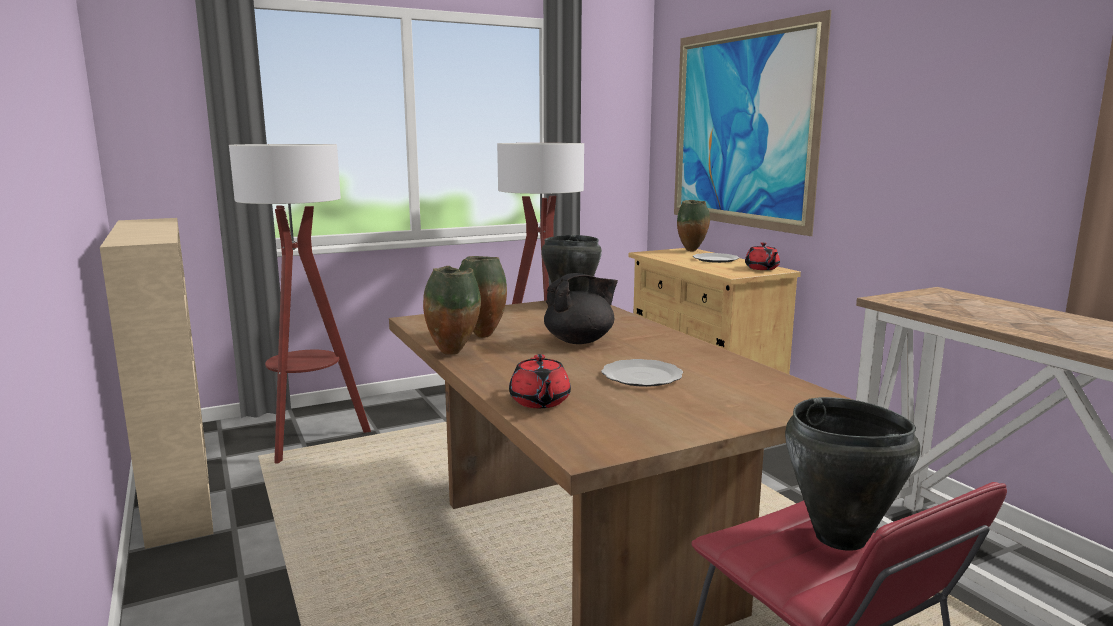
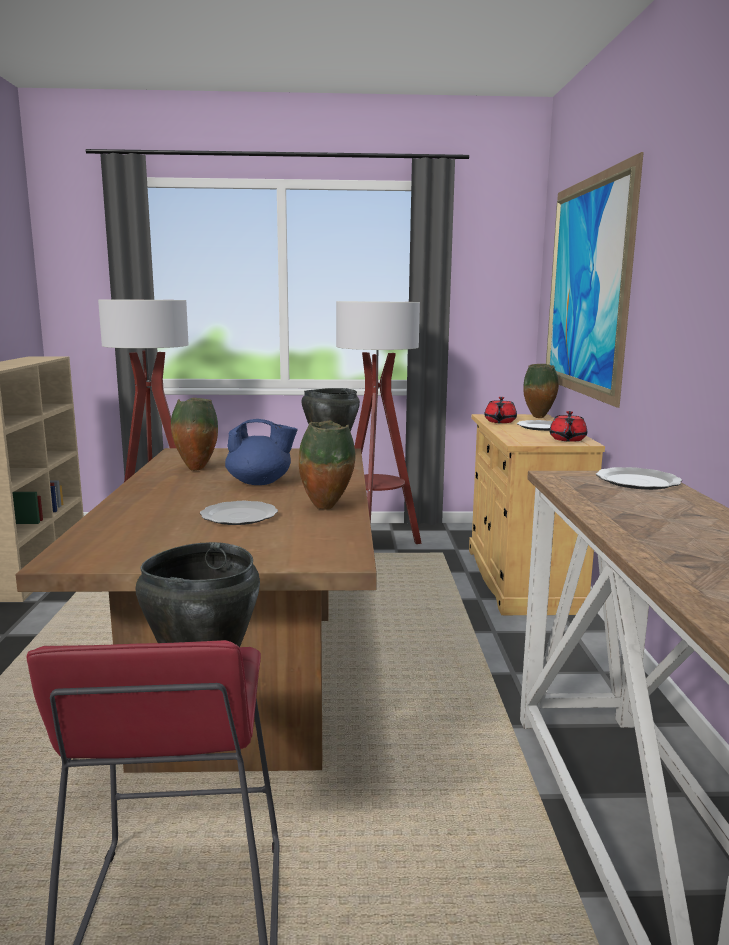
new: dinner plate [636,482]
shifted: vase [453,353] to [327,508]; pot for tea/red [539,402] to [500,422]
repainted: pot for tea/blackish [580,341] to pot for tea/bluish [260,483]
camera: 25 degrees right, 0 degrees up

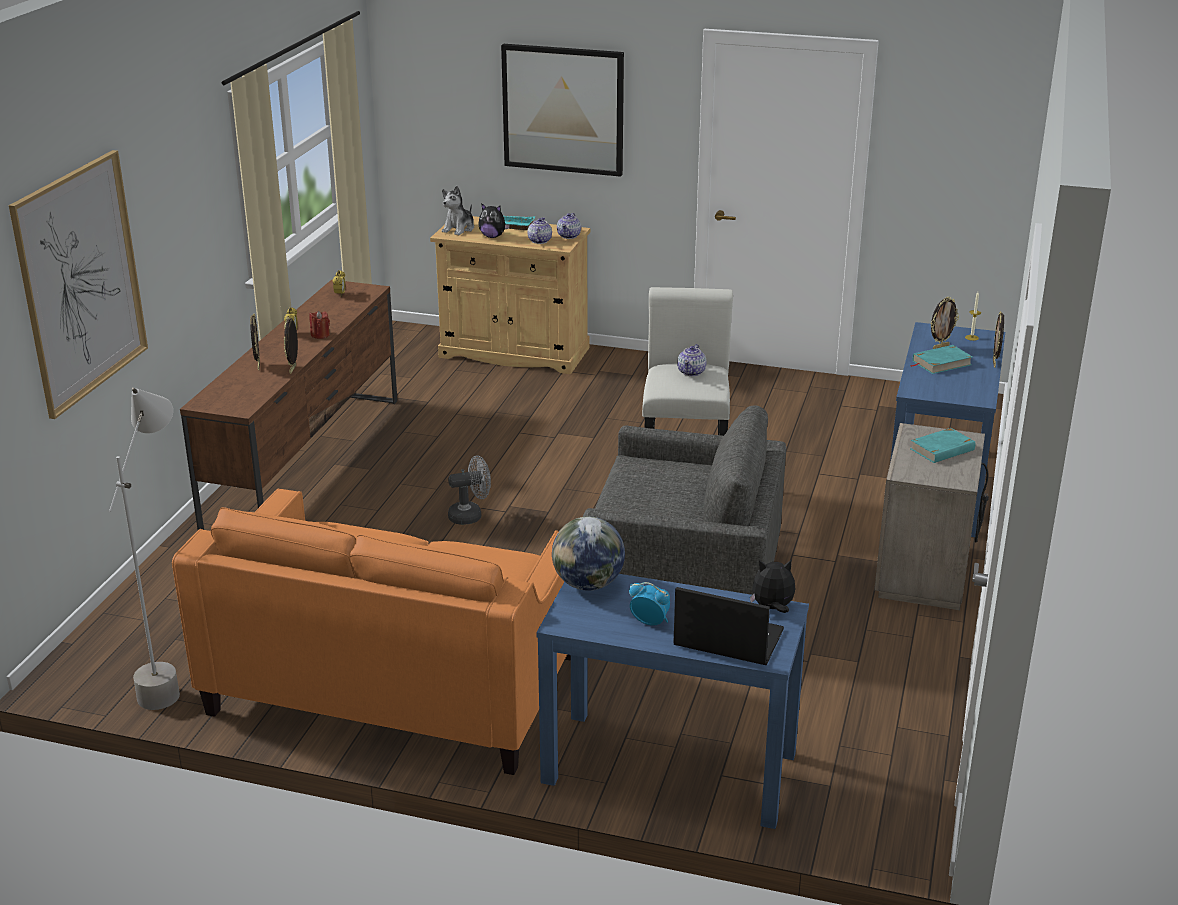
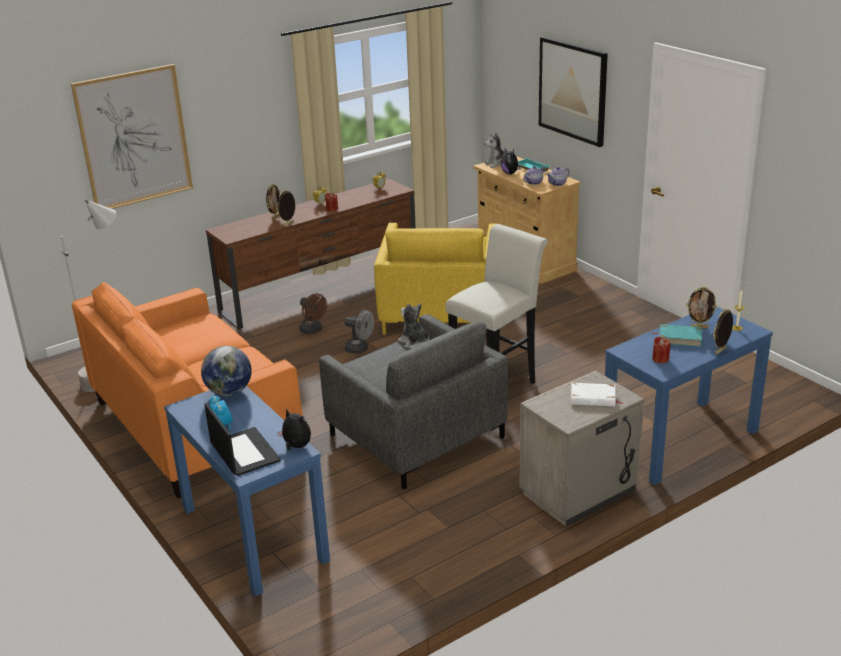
gone: pot for tea [691,372]
new: lounge chair/yellowish [440,311]; electric fan/brown-coloured [313,330]; plush toy [414,342]; wax light/red [660,359]
repainted: bound book/blue-green [942,449] to bound book/whitish [593,398]
camera: 40 degrees right, 0 degrees up

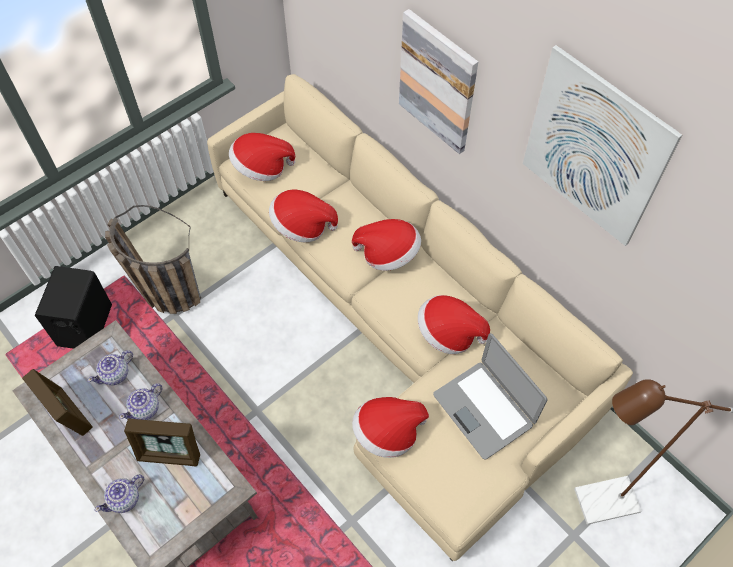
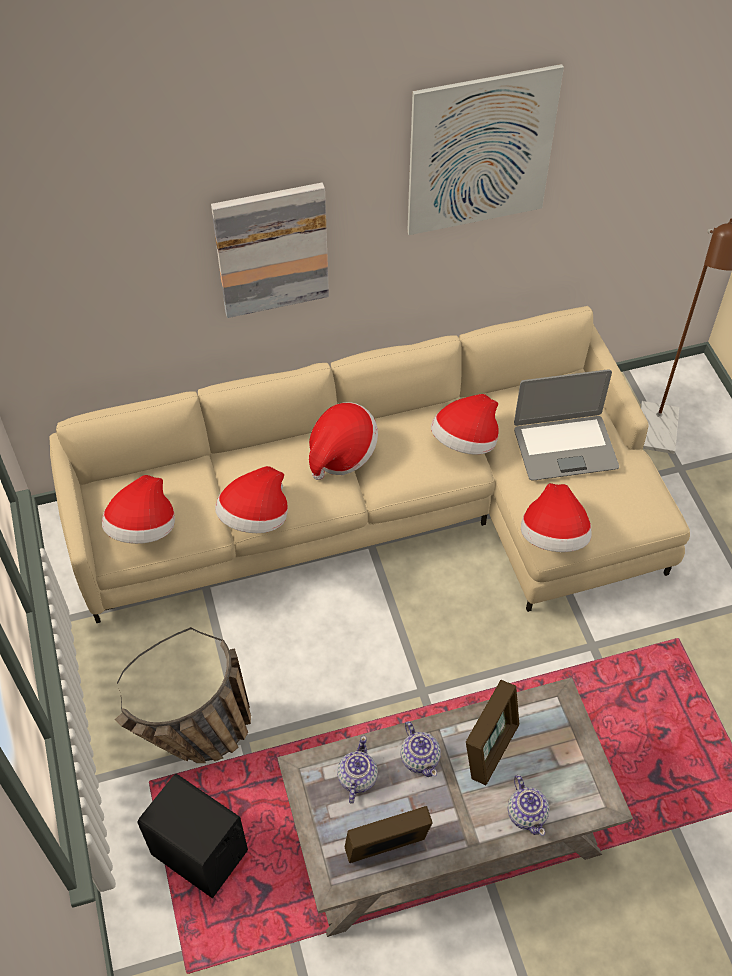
rotated: pot for tea [115,374] = [357,778] 150 degrees counterclockwise
camera: 65 degrees left, 5 degrees down

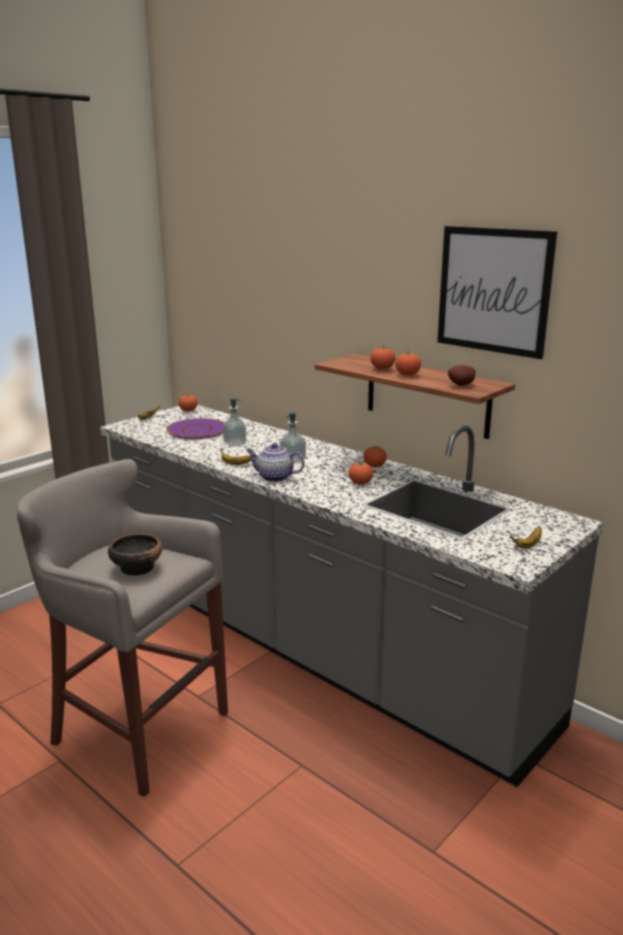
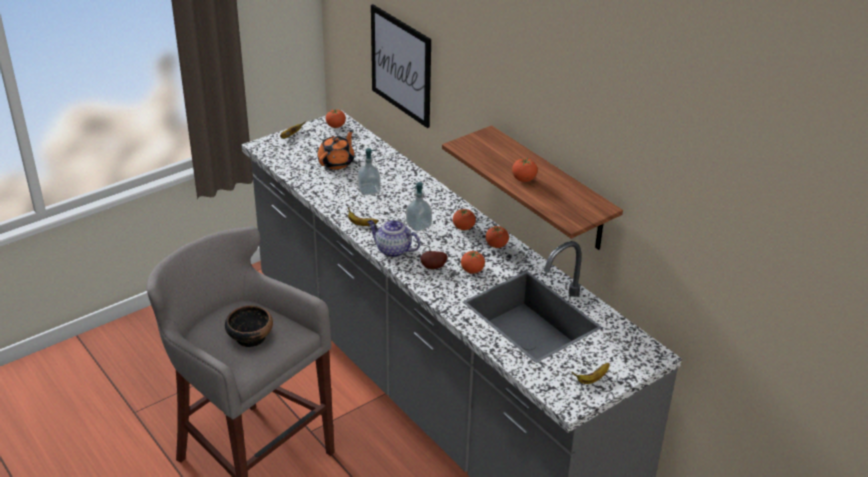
shifted: wall art [493,290] to [401,65]; tomato [382,369] to [463,228]; whole potato [462,385] to [434,268]
swapped: dinner plate/purple [197,430] to pot for tea/orangey [337,162]
camera: 10 degrees right, 15 degrees up

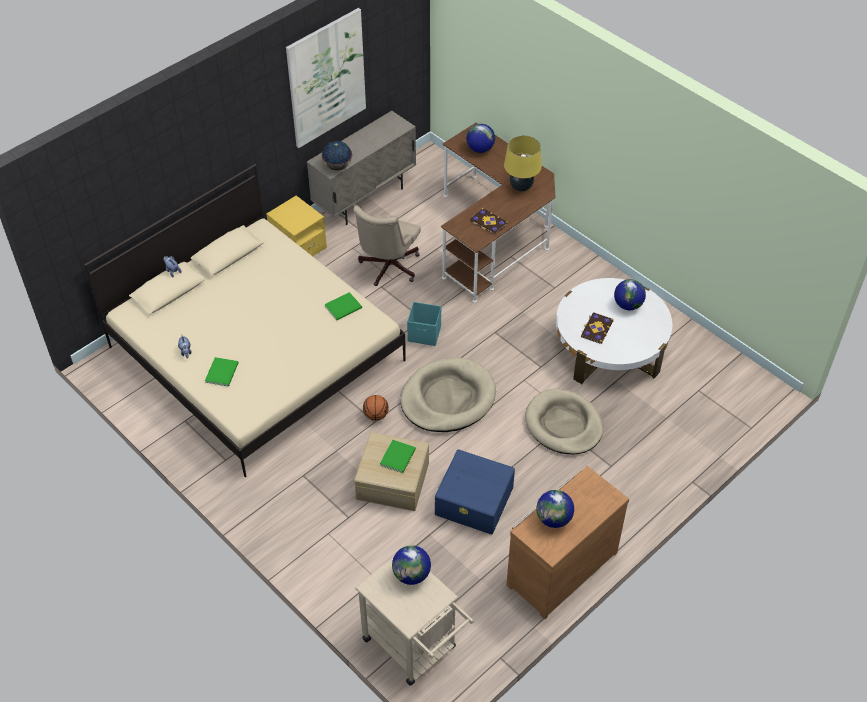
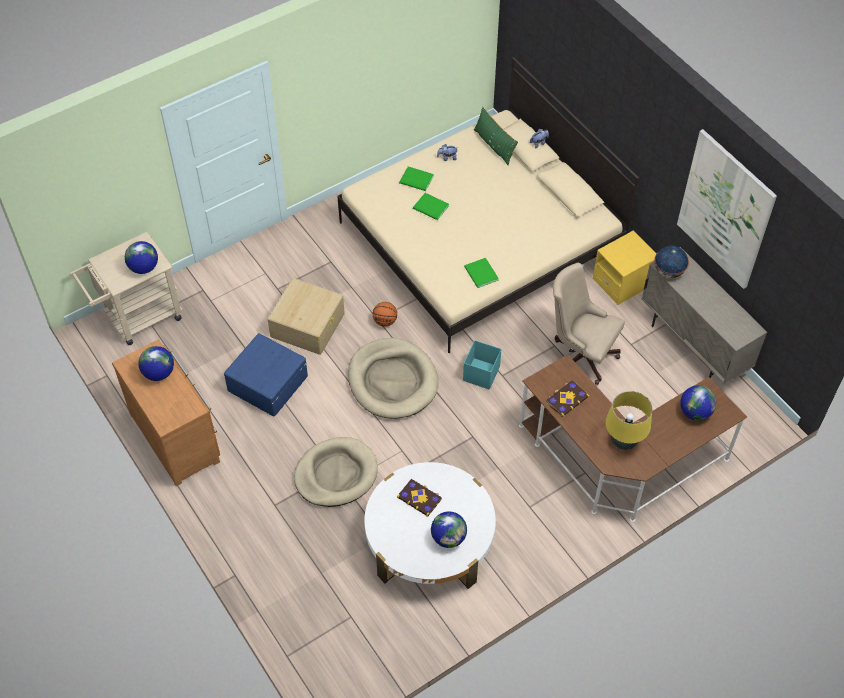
new: cushion/green-coloured [494,145]
shifted: bound book/green-coloured [399,456] to [431,208]
camera: 100 degrees right, 5 degrees up

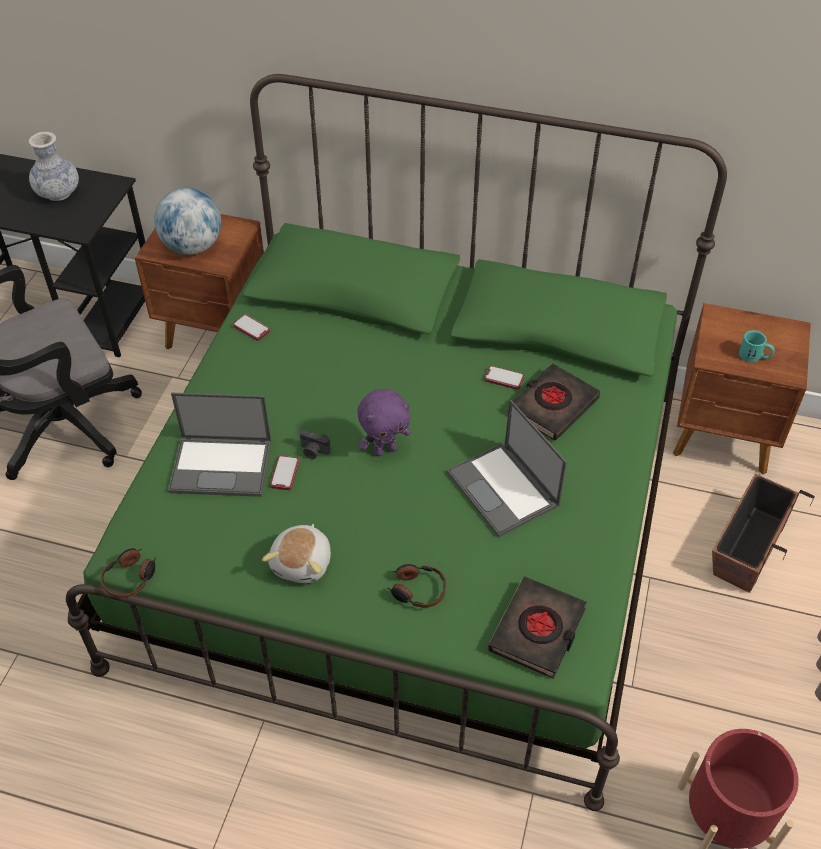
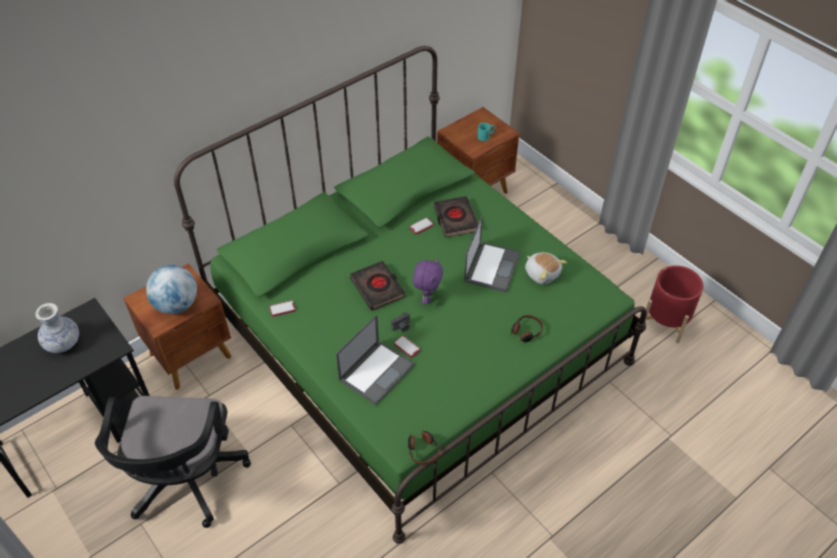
gone: plant pot [748,547]
shifted: plush toy [303,563] to [542,273]; bound book/blackish [538,631] to [377,288]
rotated: portable computer [504,489] = [492,266] 75 degrees counterclockwise
camera: 55 degrees left, 0 degrees up

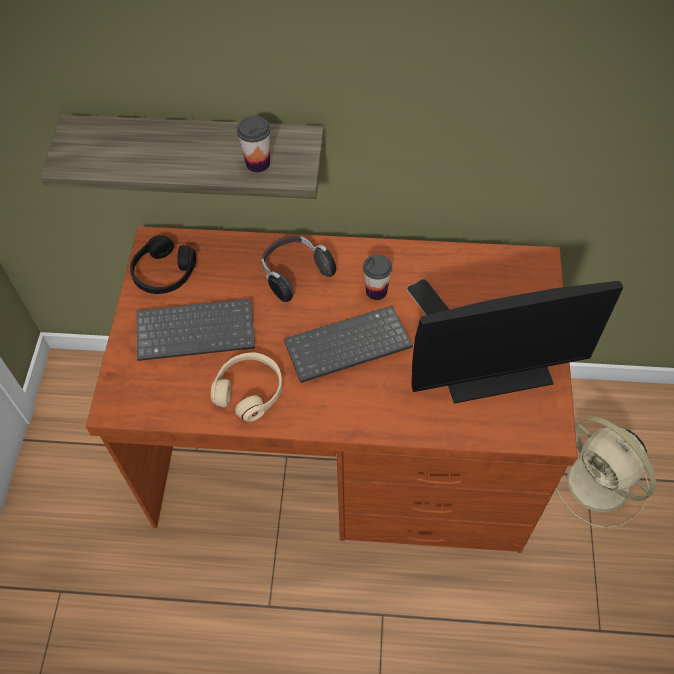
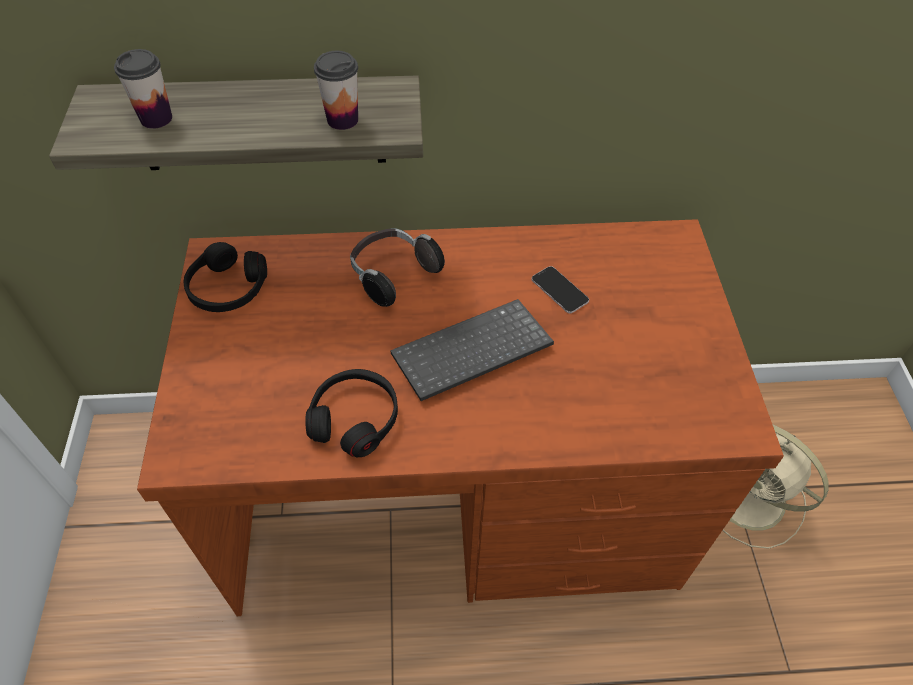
gone: computer screen [496,374]; computer keyboard [197,329]
shifted: drinking cup [376,291] to [156,118]
repainted: headphones/sand-coloured [249,390] to headphones/blackish [355,418]
camera: 10 degrees left, 5 degrees down

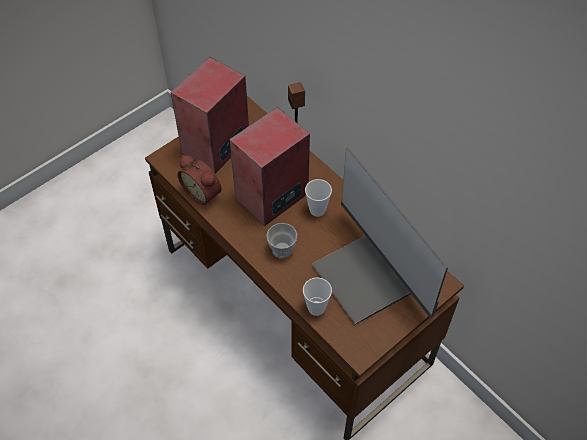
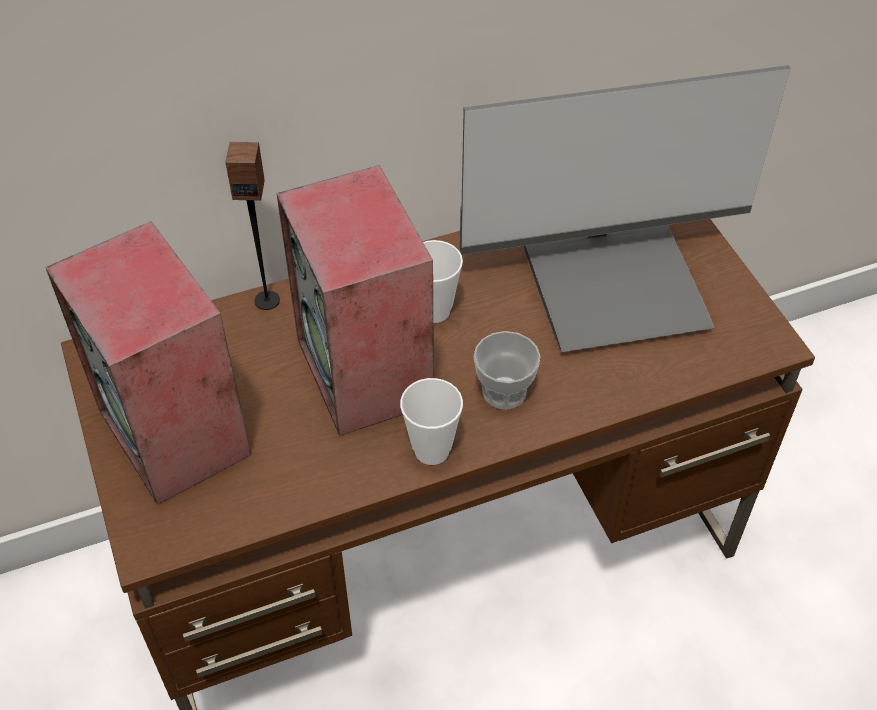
gone: table clock [203,192]
shifted: drinking cup [316,308] to [431,450]
camera: 70 degrees left, 5 degrees down

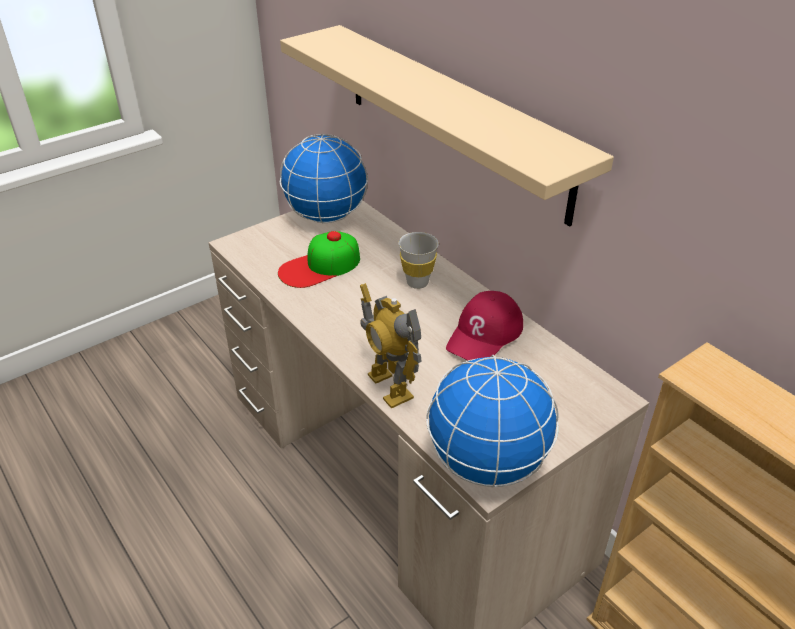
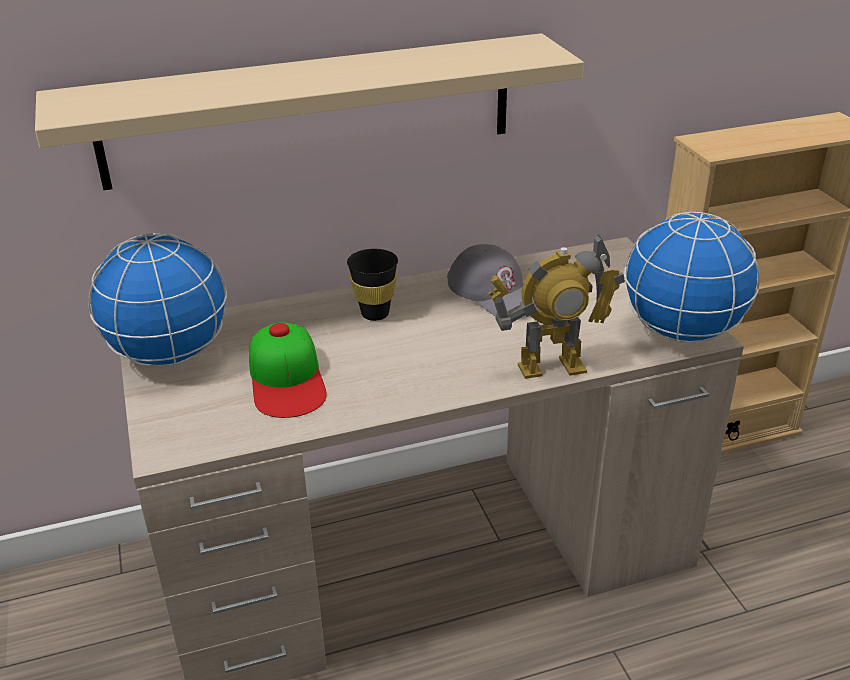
repainted: drinking cup/whitish [417,282] to drinking cup/blackish [375,314]; baseball cap/red [485,334] to baseball cap/greyish [493,292]
camera: 70 degrees left, 5 degrees down

